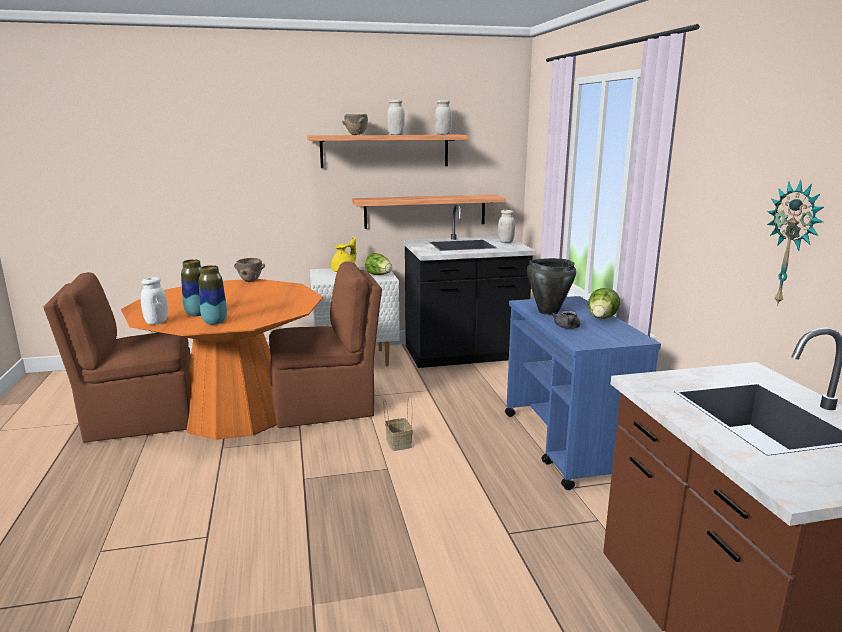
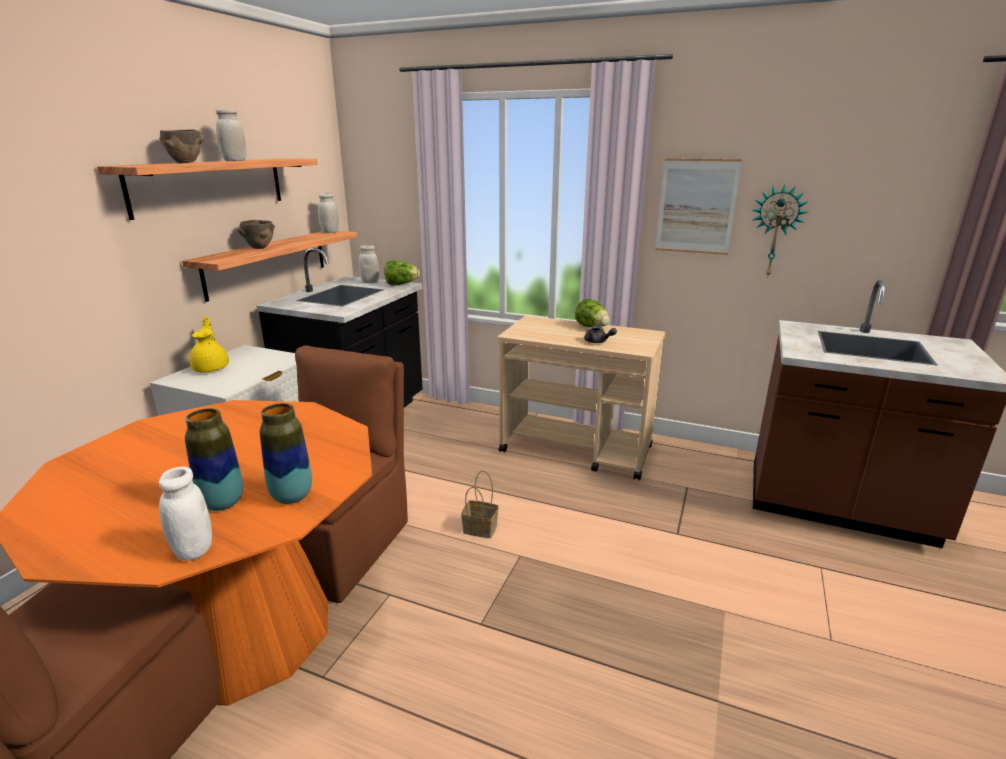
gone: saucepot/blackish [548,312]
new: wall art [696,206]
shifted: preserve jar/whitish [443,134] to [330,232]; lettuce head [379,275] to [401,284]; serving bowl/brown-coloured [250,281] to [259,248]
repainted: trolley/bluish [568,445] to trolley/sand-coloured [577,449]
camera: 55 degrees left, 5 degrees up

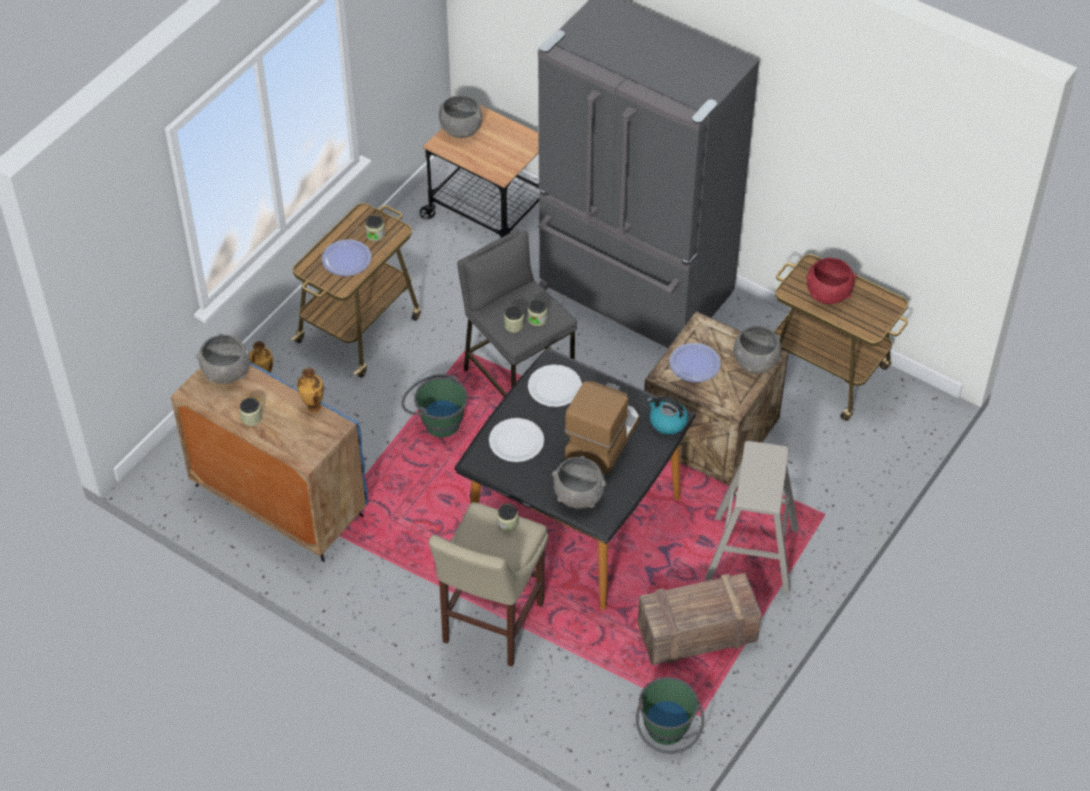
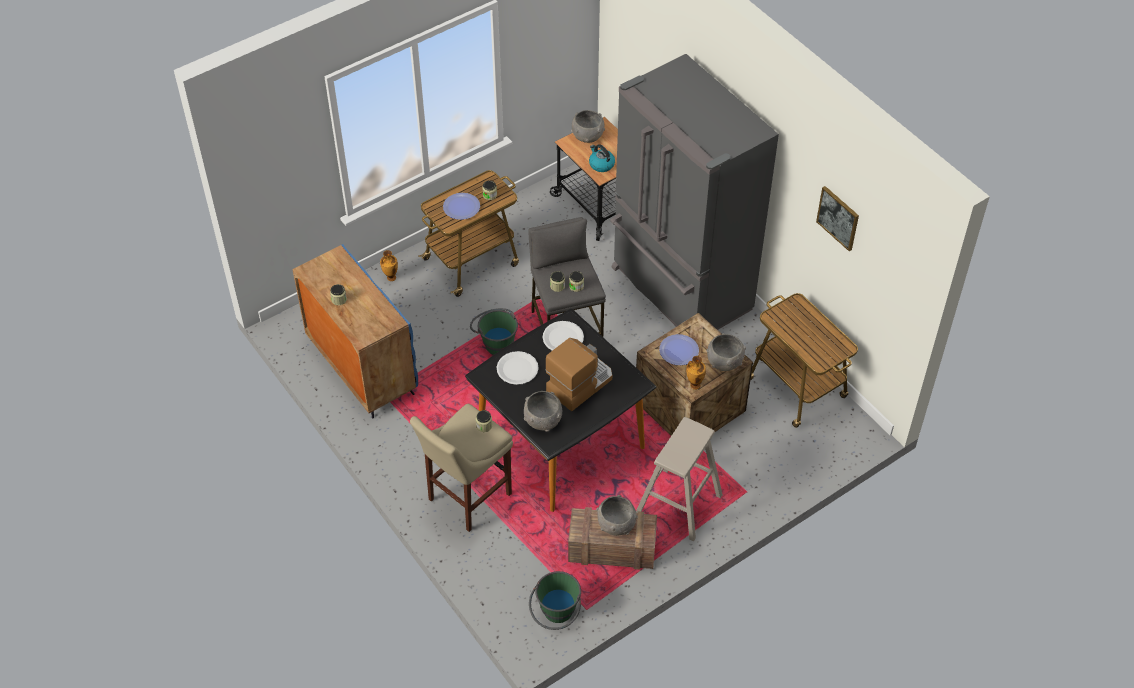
gone: serving bowl/red [828,294]
new: wall art [838,217]
shifted: serving bowl/greyish [226,373] to [616,525]; vase [313,407] to [694,385]; tea kettle [667,422] to [601,164]
camera: 20 degrees right, 0 degrees up

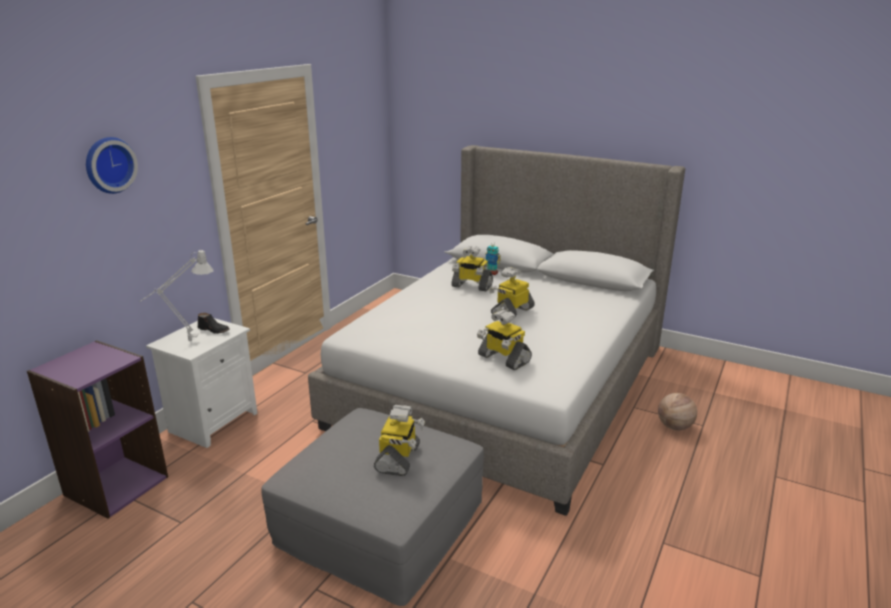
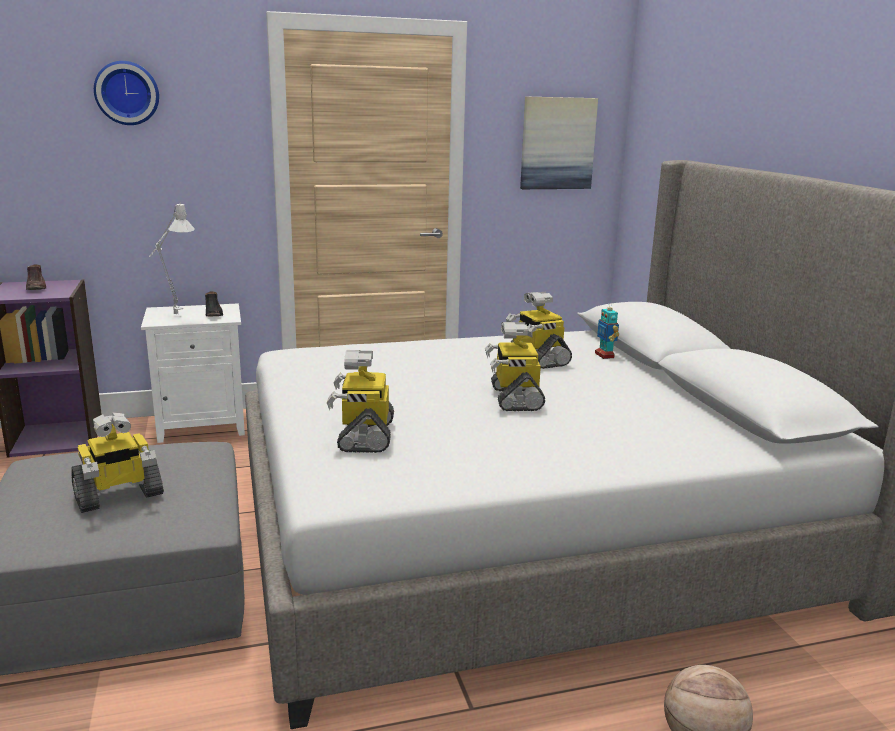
new: wall art [557,143]; item of footwear/brown-coloured [36,287]
rotated: toy robot [512,311] = [514,398] 90 degrees counterclockwise
camera: 45 degrees right, 5 degrees down

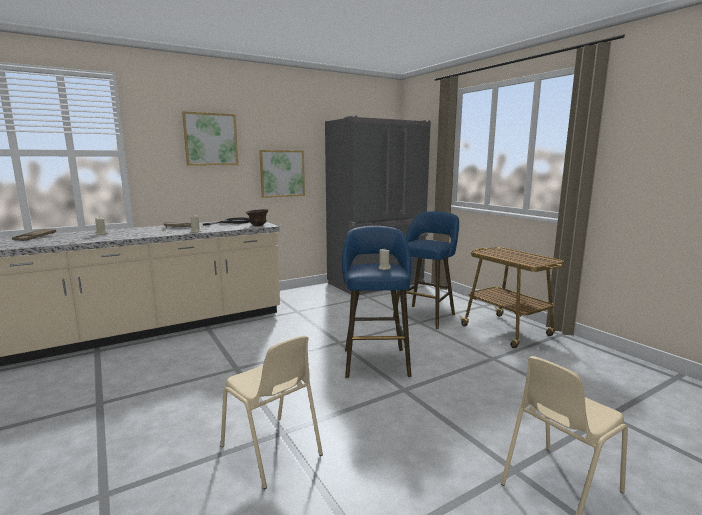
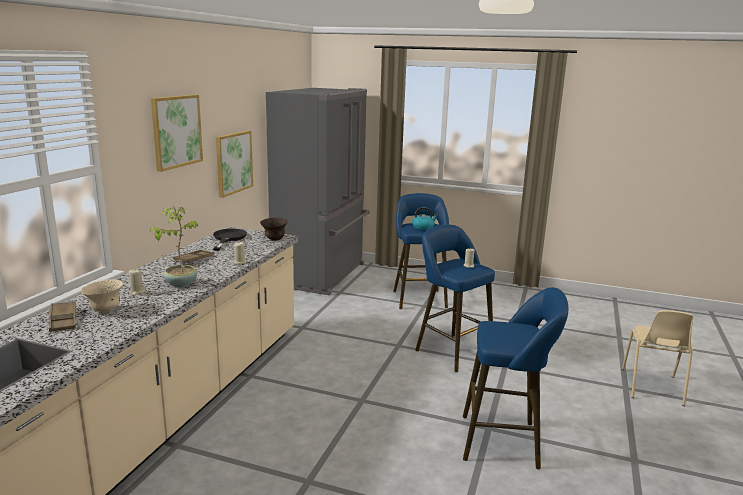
gone: trolley [507,331]
new: plant in a pot [180,283]; tea kettle [423,227]; serving bowl/sand-coloured [105,310]
swapped: plain chair/sand-coloured [272,451] to sitting stool/bluish [505,441]
camera: 40 degrees left, 5 degrees up

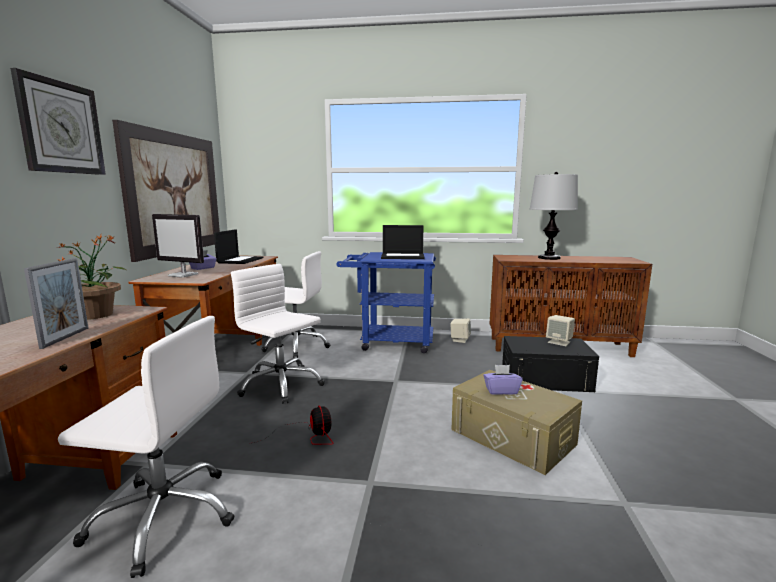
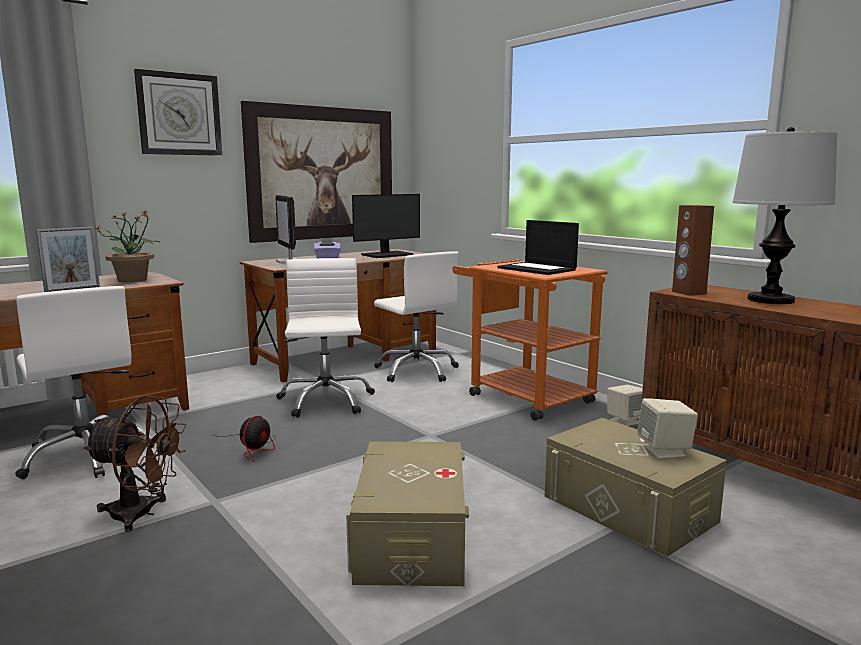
gone: box of tissues/purple [501,390]
new: audio speaker/brown-coloured [688,293]; electric fan/brown-coloured [142,514]
swapped: portable computer [240,260] to computer screen [386,255]
repainted: trolley/bluish [389,342] to trolley/orangey [522,396]; storage container/blackish [545,379] to storage container/sand-coloured [629,509]
camera: 45 degrees right, 0 degrees up

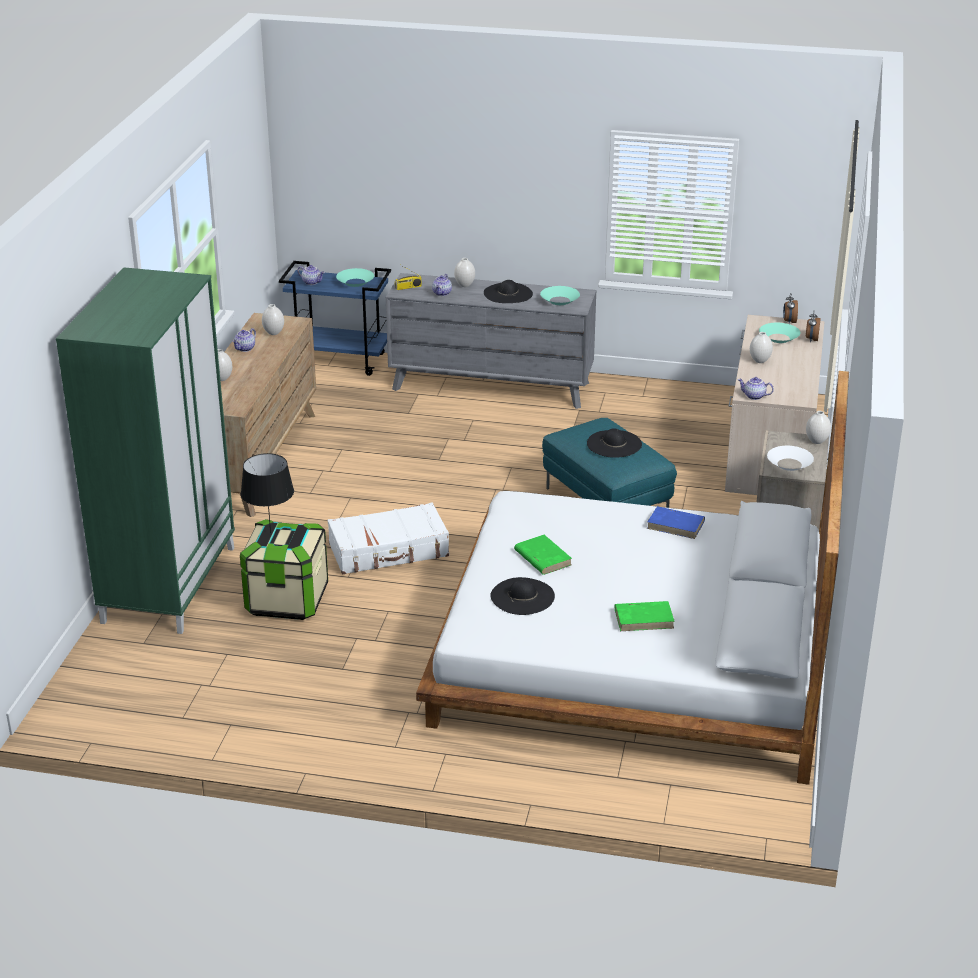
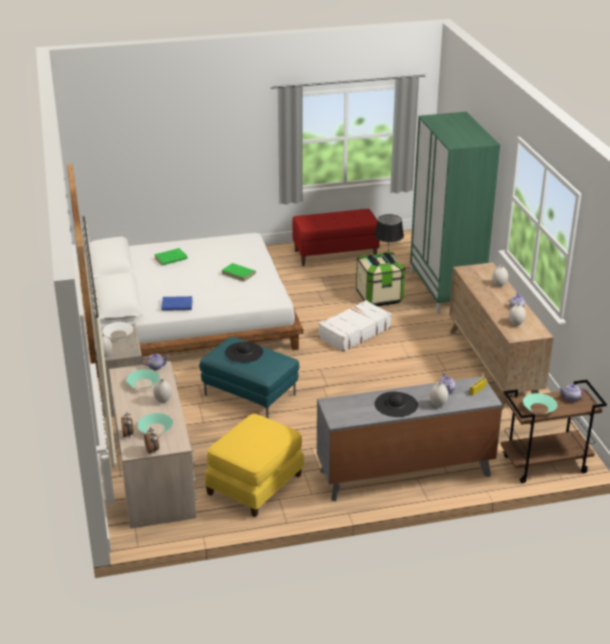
gone: wearable hat/blackish [522,596]
new: long seat/red [335,254]; footrest/yellowish [256,485]
shifted: serving bowl/blue-green [560,301] to [143,383]
repainted: trolley/bluish [340,360] to trolley/brown-coloured [544,465]
camera: 155 degrees right, 0 degrees up

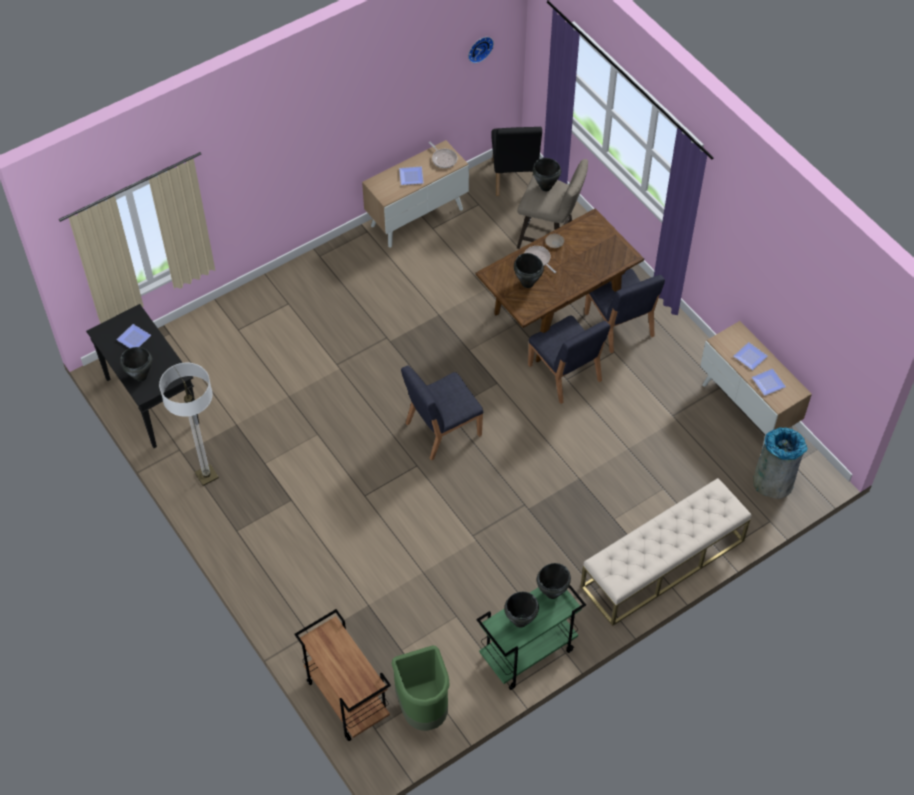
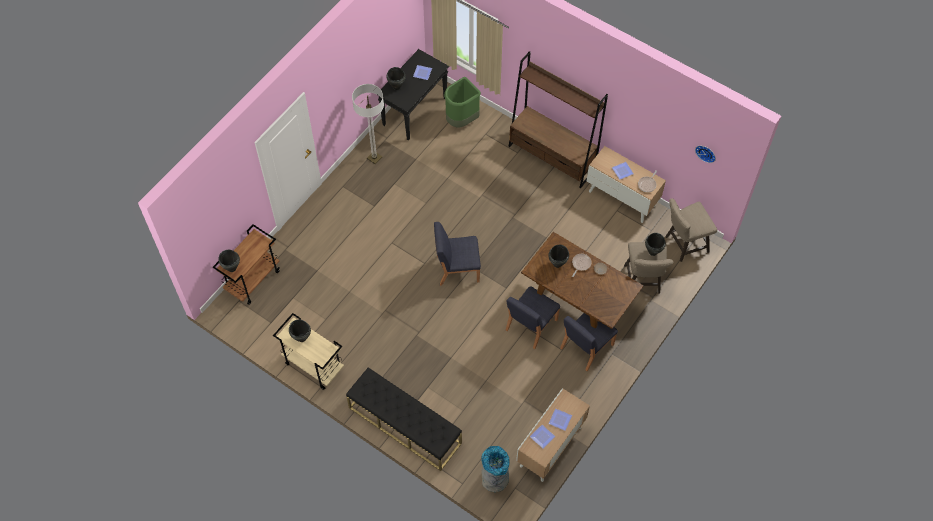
new: bookcase/brown-coloured [552,158]
shifted: saucepot/blackish [552,593] to [232,268]; waste bin/green-coloured [423,709] to [462,120]
swapped: plain chair/blackish [513,180] to sitting stool/sand-coloured [683,245]
repainted: long seat/sand-coloured [662,564] to long seat/blackish [404,425]; trolley/green-coloured [527,654] to trolley/sand-coloured [313,366]
rotated: plain chair/bluish [442,429] = [457,268] 45 degrees counterclockwise
camera: 70 degrees right, 5 degrees up

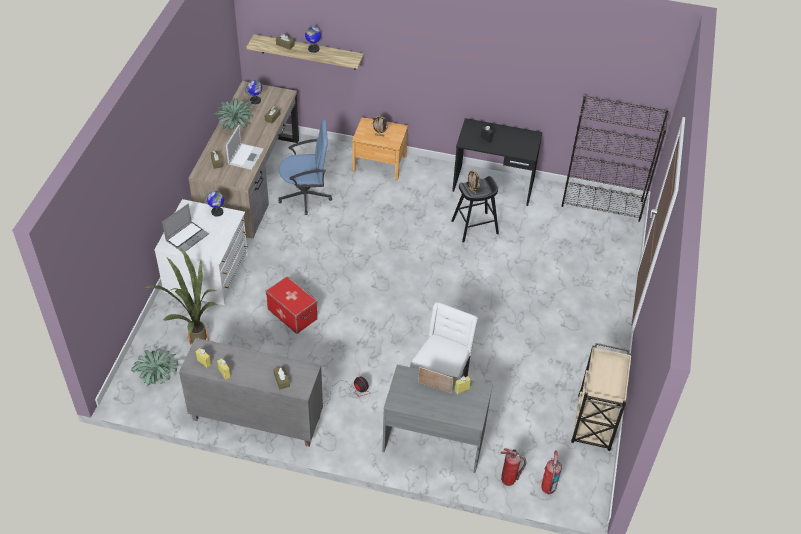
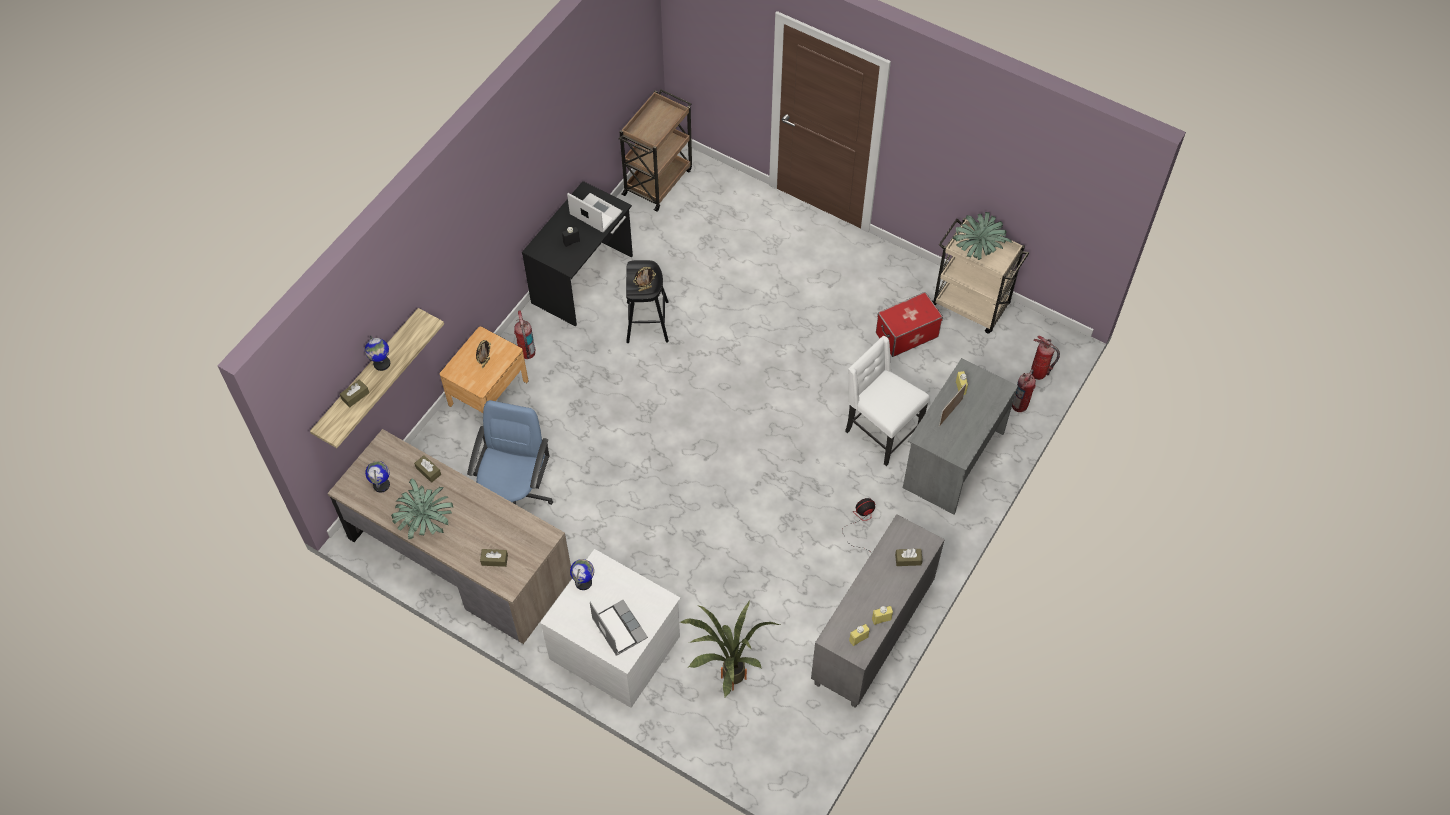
new: fire-fighting cylinder [527,353]
shifted: portable computer [246,156] to [595,213]; storage container [292,314] to [907,335]; plant in a pot [157,376] to [978,248]
swapped: bookcase/blackish [602,203] to trolley/brown-coloured [658,181]
camera: 70 degrees left, 10 degrees up

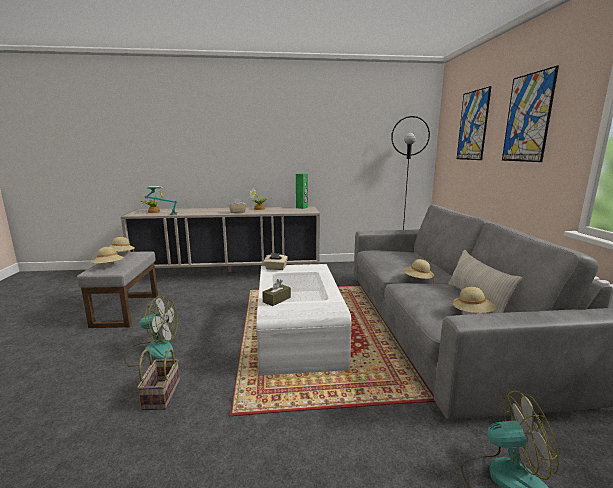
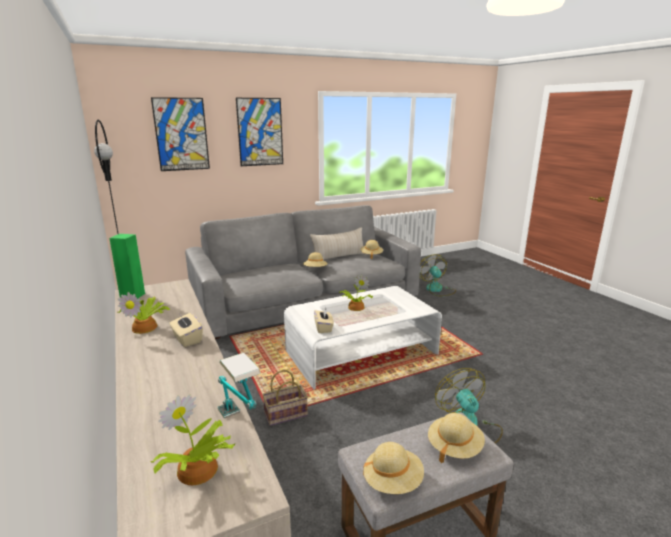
gone: box of tissues/brown-coloured [276,300]
new: plant in a pot [355,307]
shifted: basket [161,394] to [285,415]
camera: 110 degrees left, 5 degrees up

